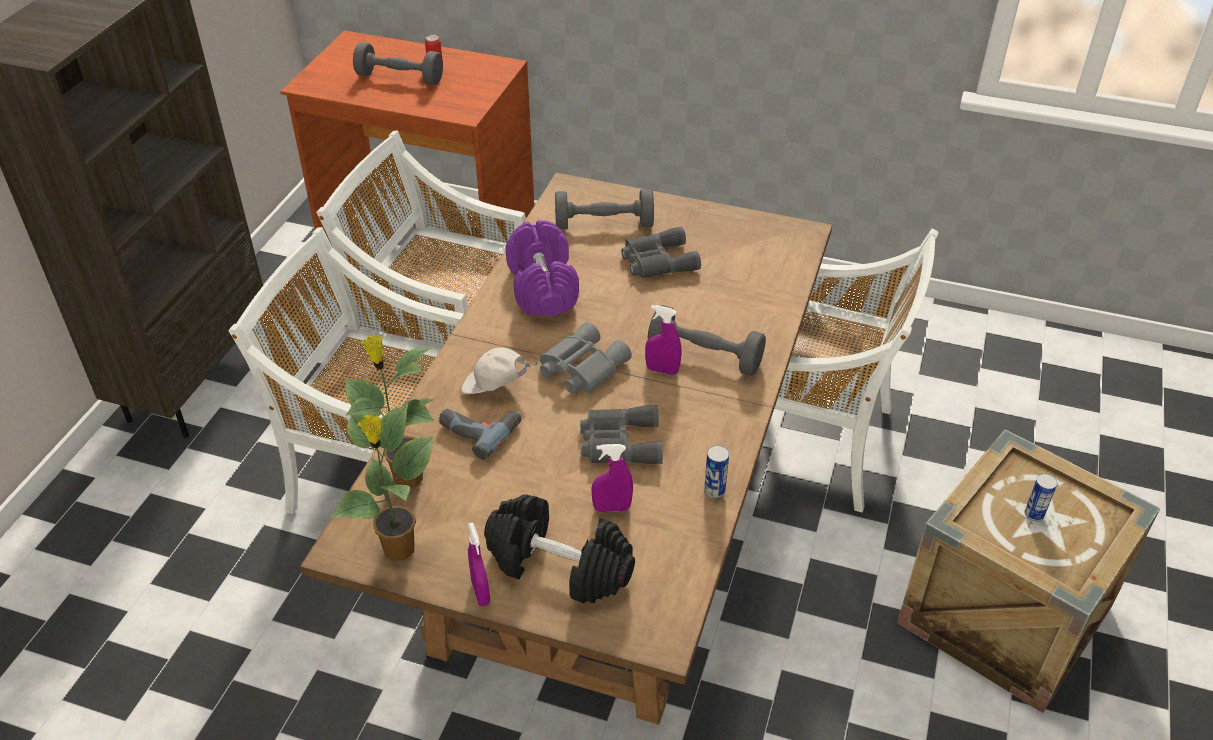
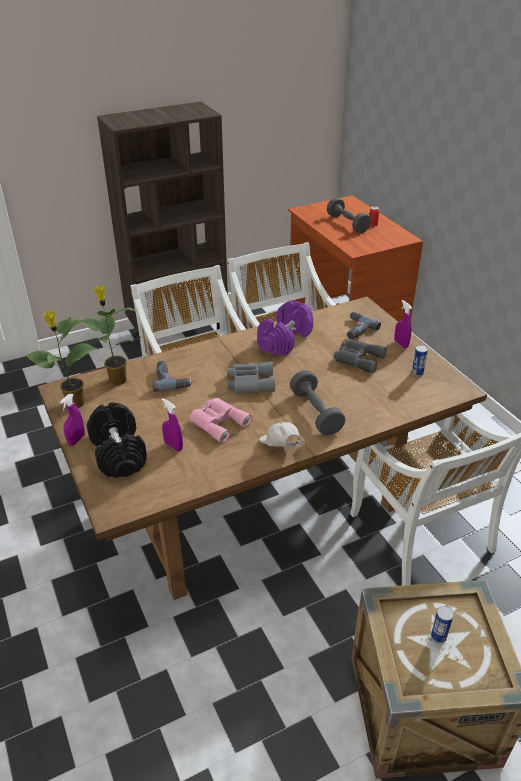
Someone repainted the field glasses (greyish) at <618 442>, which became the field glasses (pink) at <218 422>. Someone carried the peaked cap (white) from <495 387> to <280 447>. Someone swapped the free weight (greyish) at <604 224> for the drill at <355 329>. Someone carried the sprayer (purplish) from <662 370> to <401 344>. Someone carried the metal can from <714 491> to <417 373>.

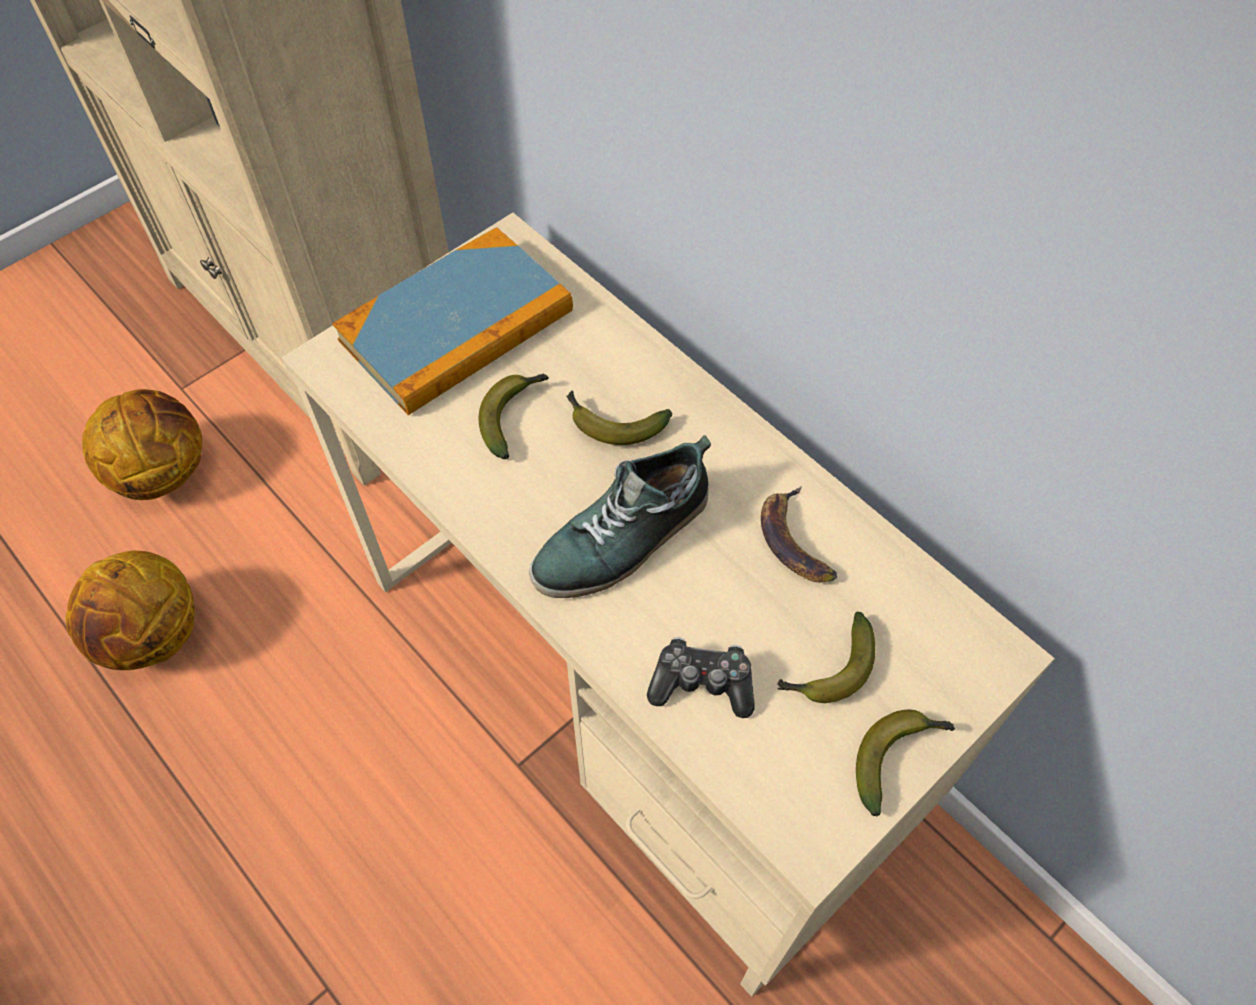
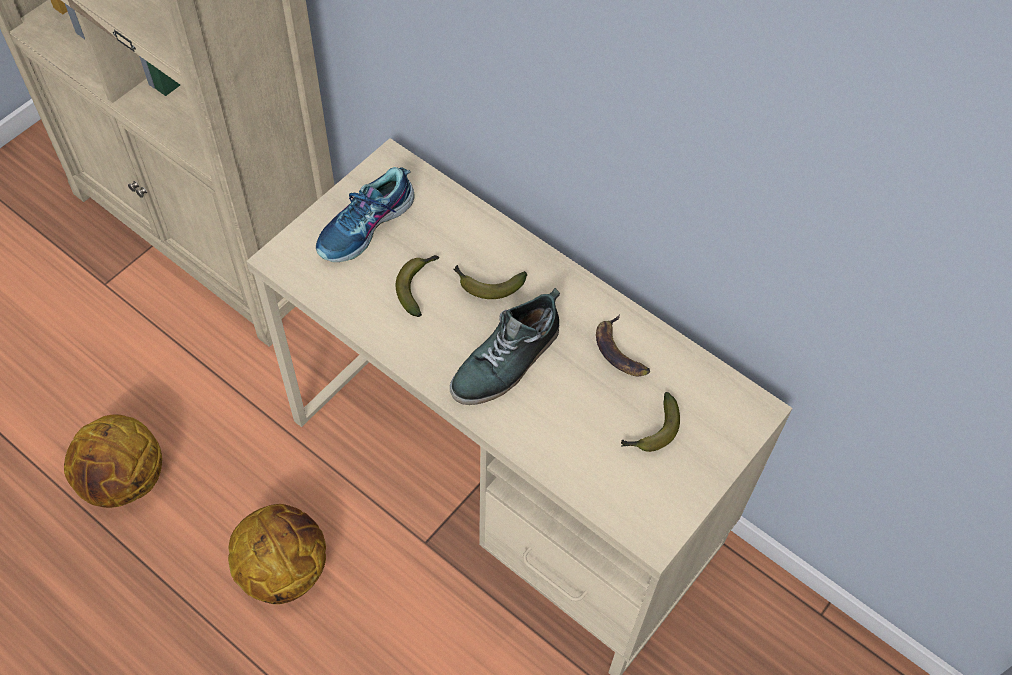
Someone carried the basketball ball from <163 471> to <283 568>. Someone swapped the book at <457 327> for the low shoe at <366 227>. Someone took away the gamepad at <702 683>. Someone took away the banana fruit at <898 757>.

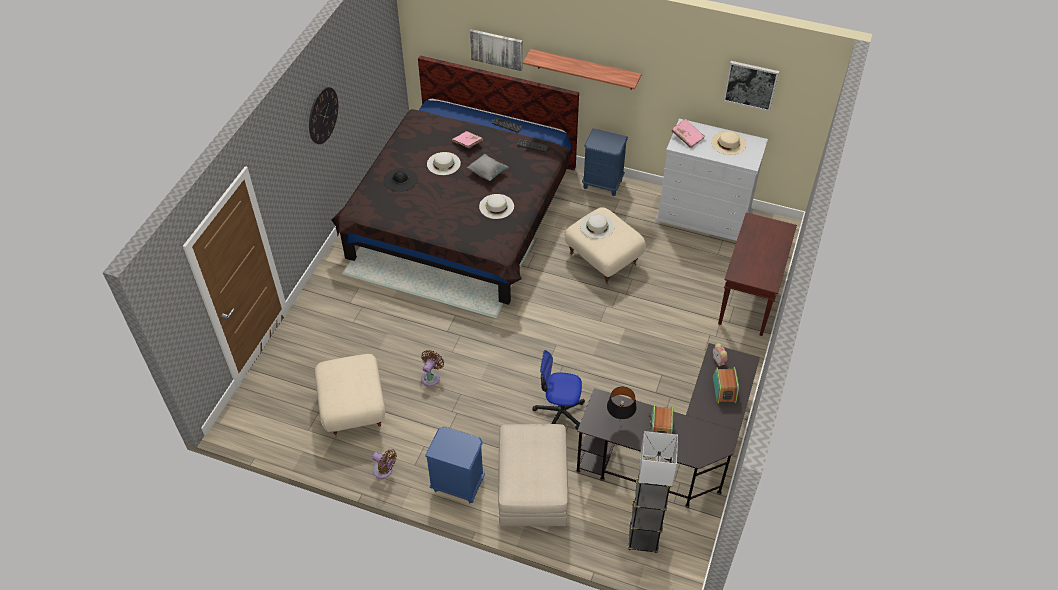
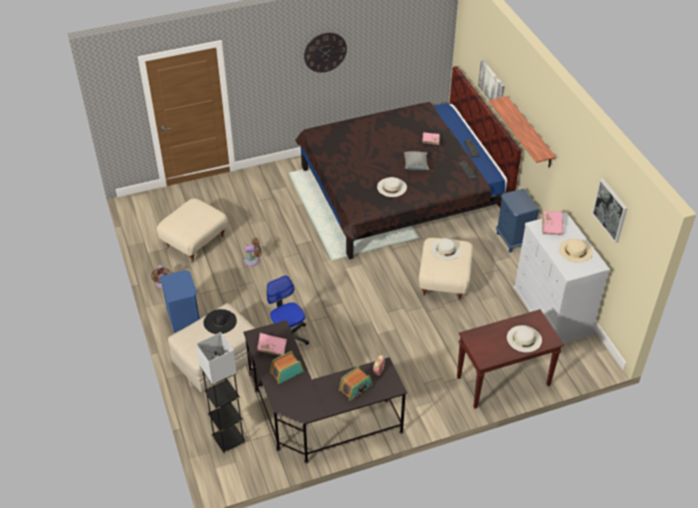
Someone carried the hat (black) from <400 180> to <220 322>. Someone swapped the lamp for a table (black) at <620 421> for the book (pink) at <271 348>. Someone carried the hat (white) from <443 163> to <524 338>.

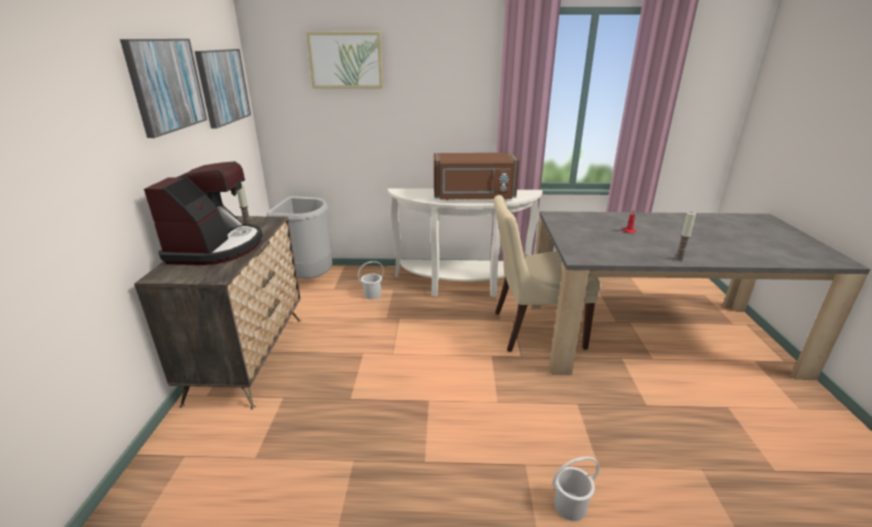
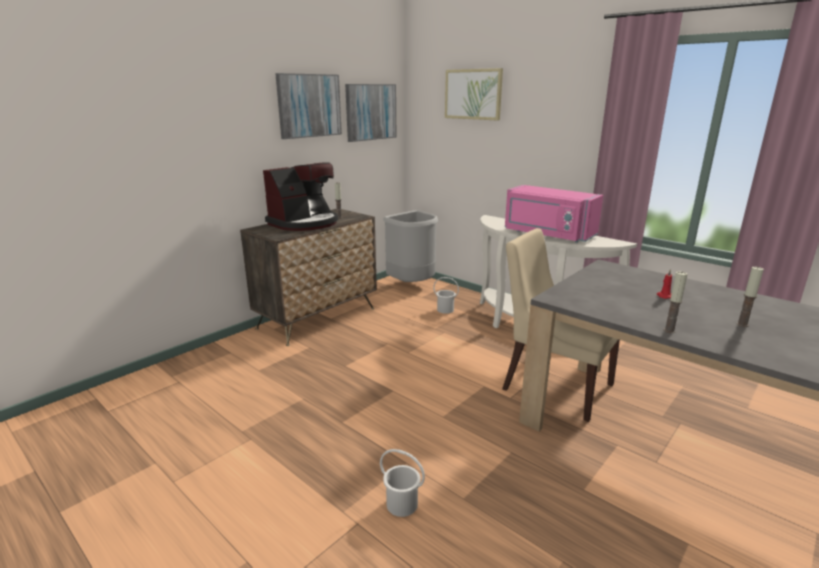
Someone repainted the microwave oven (brown-coloured) at <474 197>, which became the microwave oven (pink) at <547 234>. Someone put down the candle at <742 324>.

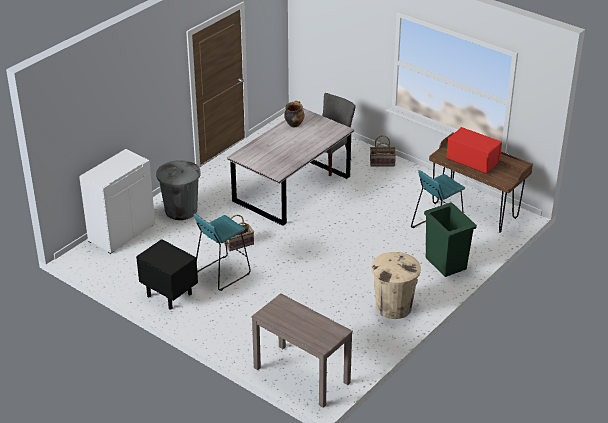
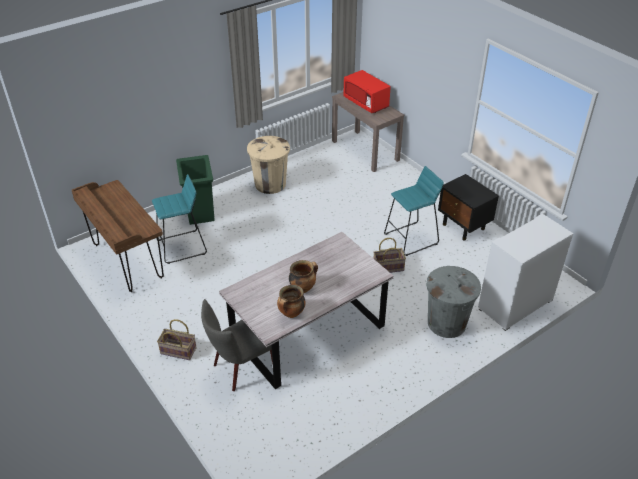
Someone put down the cooking pot at <303 288>. Someone carried the microwave oven (red) from <472 162> to <366 103>.

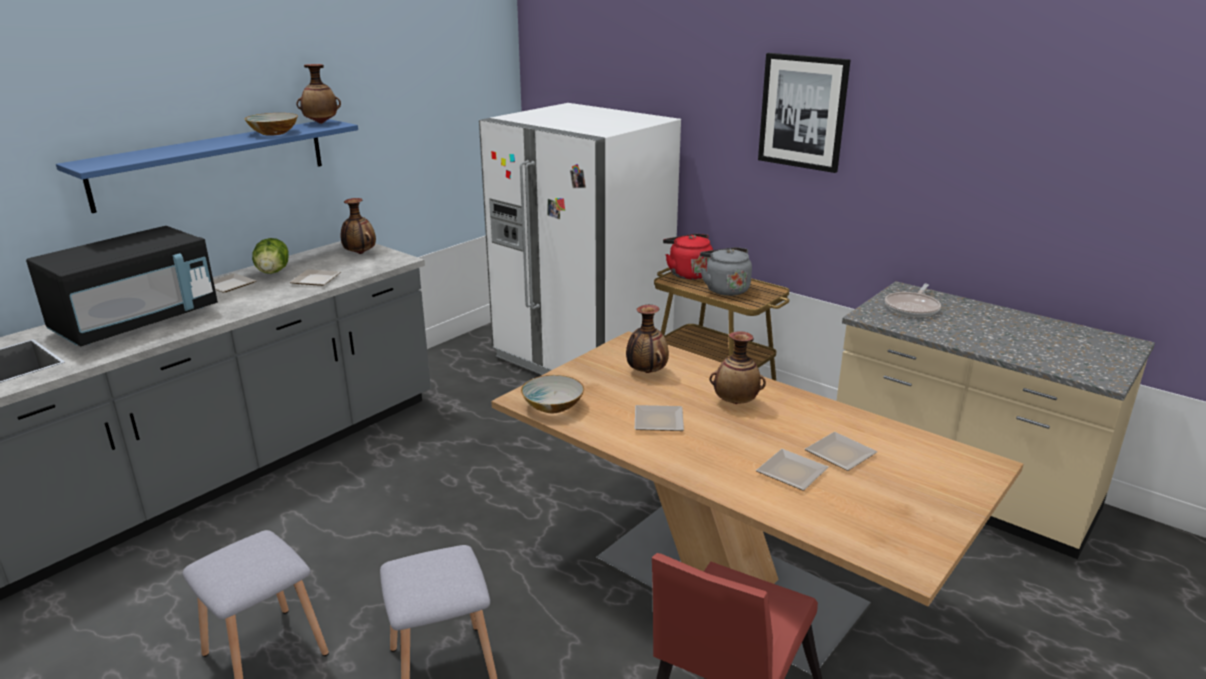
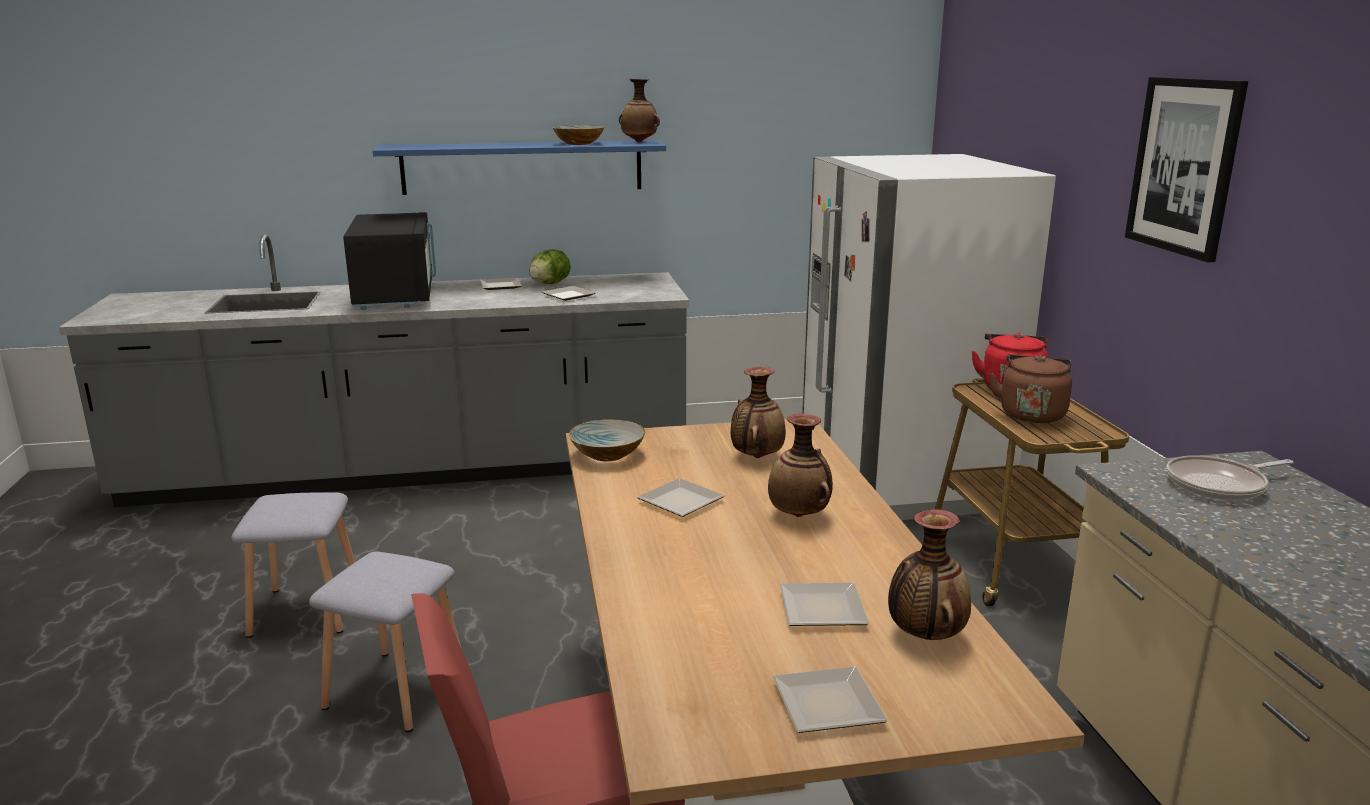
Someone rotated the microwave oven (black) at <137 322> by 90 degrees counterclockwise. Someone carried the dinner plate from <789 473> to <823 703>. Someone carried the decorative vase from <359 253> to <925 635>. Someone repainted the tea kettle (greyish) at <725 289>, which became the tea kettle (brown-coloured) at <1031 414>.

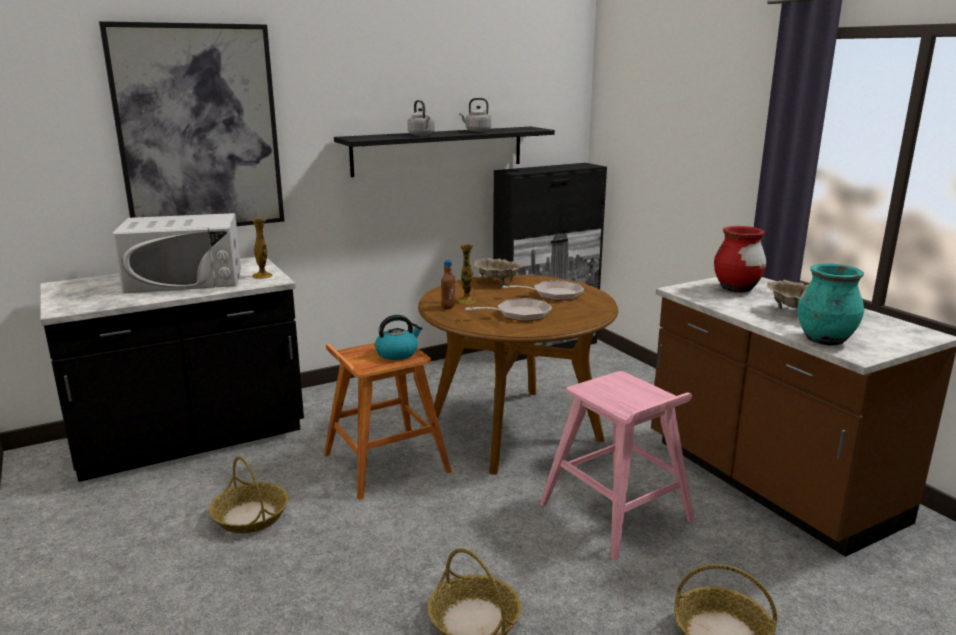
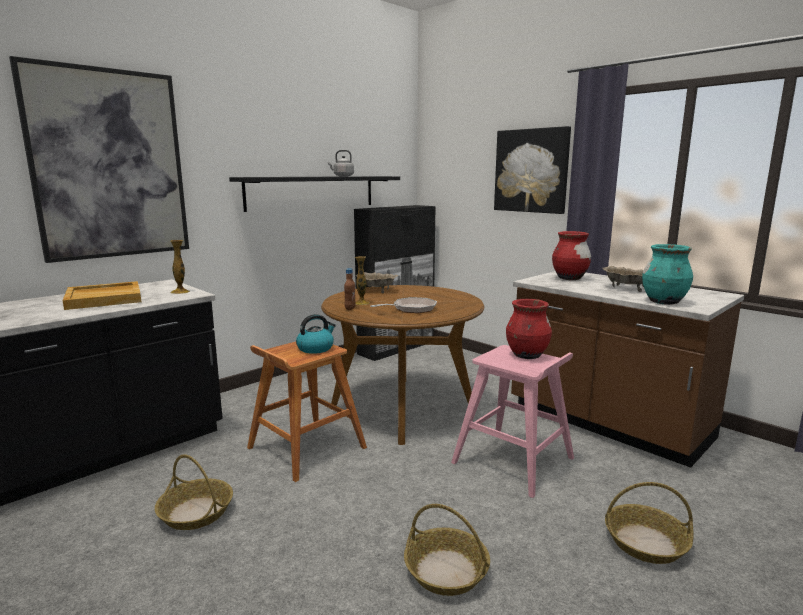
Someone swapped the microwave oven (white) at <185 279> for the carrying tray (sand-coloured) at <105 298>. Someone put up the wall art at <531 171>. Someone put down the decorative vase (red) at <527 355>. Someone took away the tea kettle (greyish) at <422 135>. Someone took away the frying pan at <553 295>.

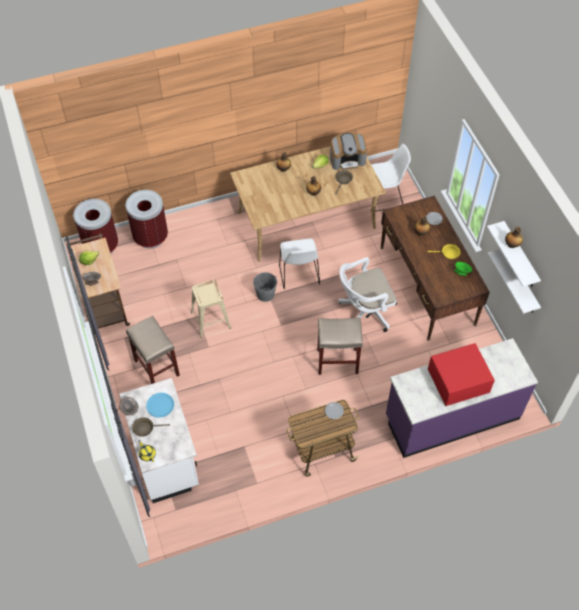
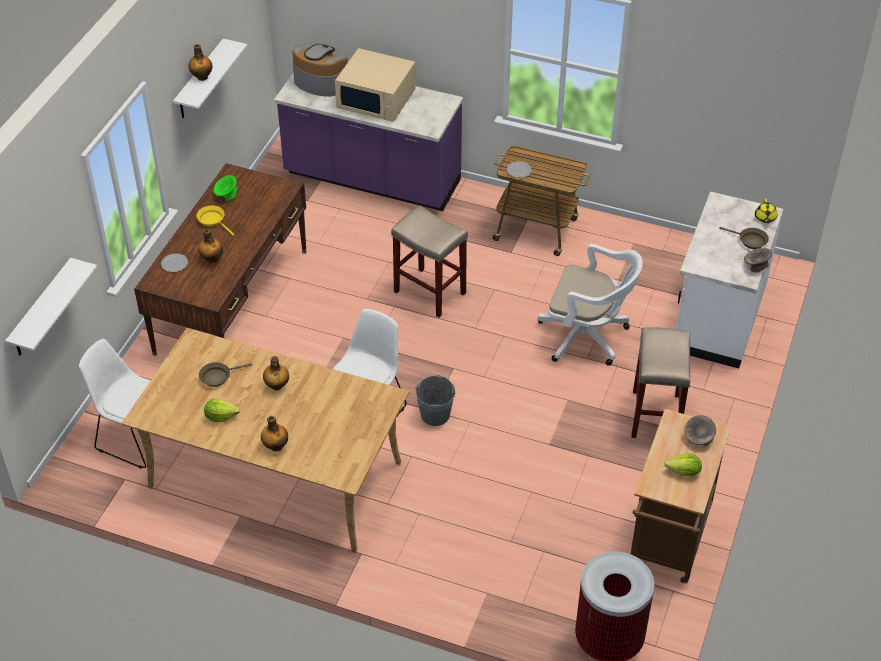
Someone carried the bracket shelf (white) from <520 282> to <41 309>. Someone carried the coffee brewer from <347 159> to <320 82>. Someone repainted the microwave oven (red) at <457 381>, which became the microwave oven (sand-coloured) at <377 99>. Someone carried the desk chair (white) from <364 312> to <588 337>. Someone took away the rubbish bin at <150 237>. Someone took away the dinner plate (blue) at <160 405>. Someone took away the sitting stool (sand-coloured) at <210 320>.

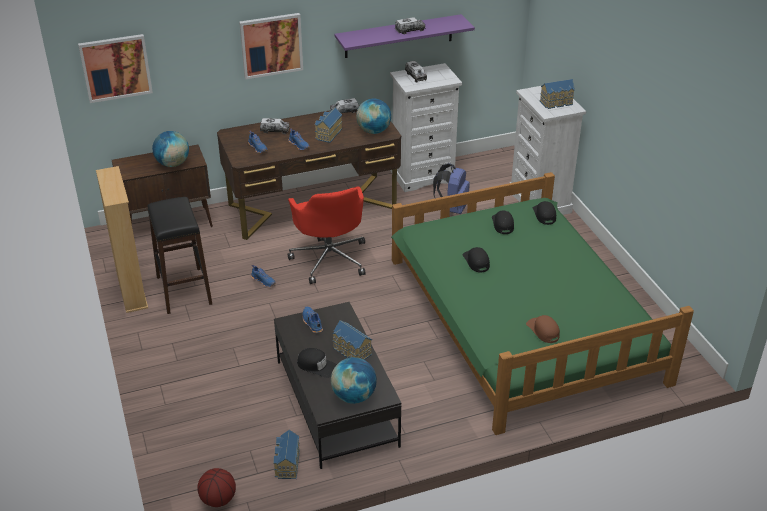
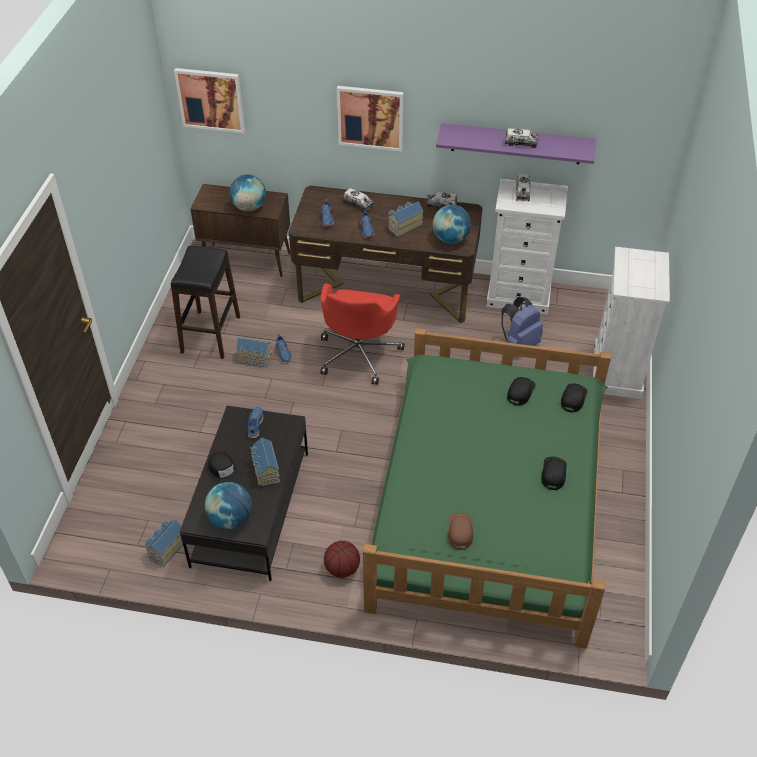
Someone carried the model house from <557 103> to <255 359>. Someone carried the basketball ball from <218 499> to <342 568>. Someone carried the peaked cap (black) from <476 262> to <553 473>. Someone took away the bookcase (sand-coloured) at <132 291>.

